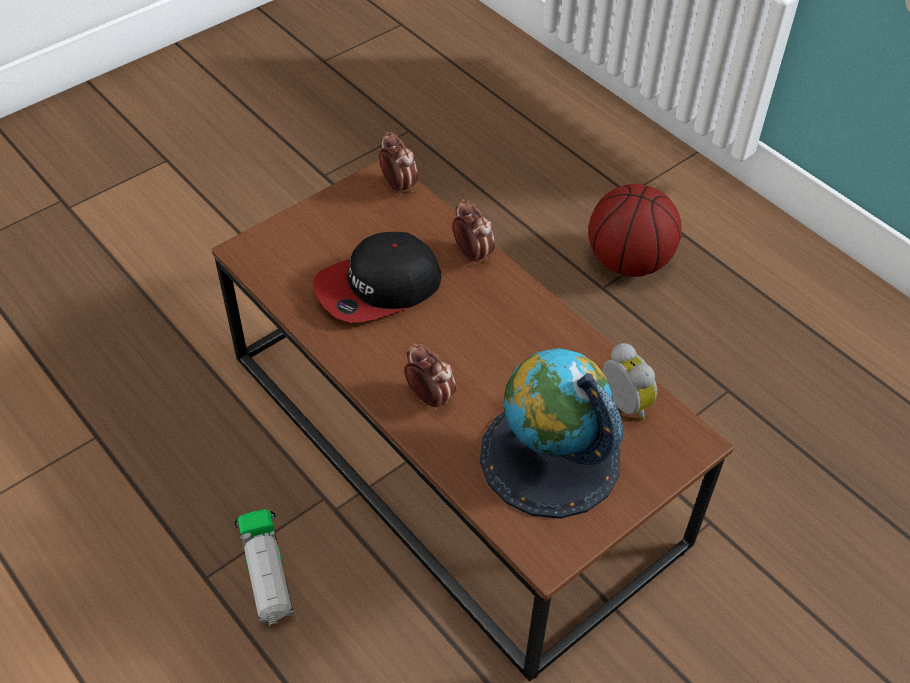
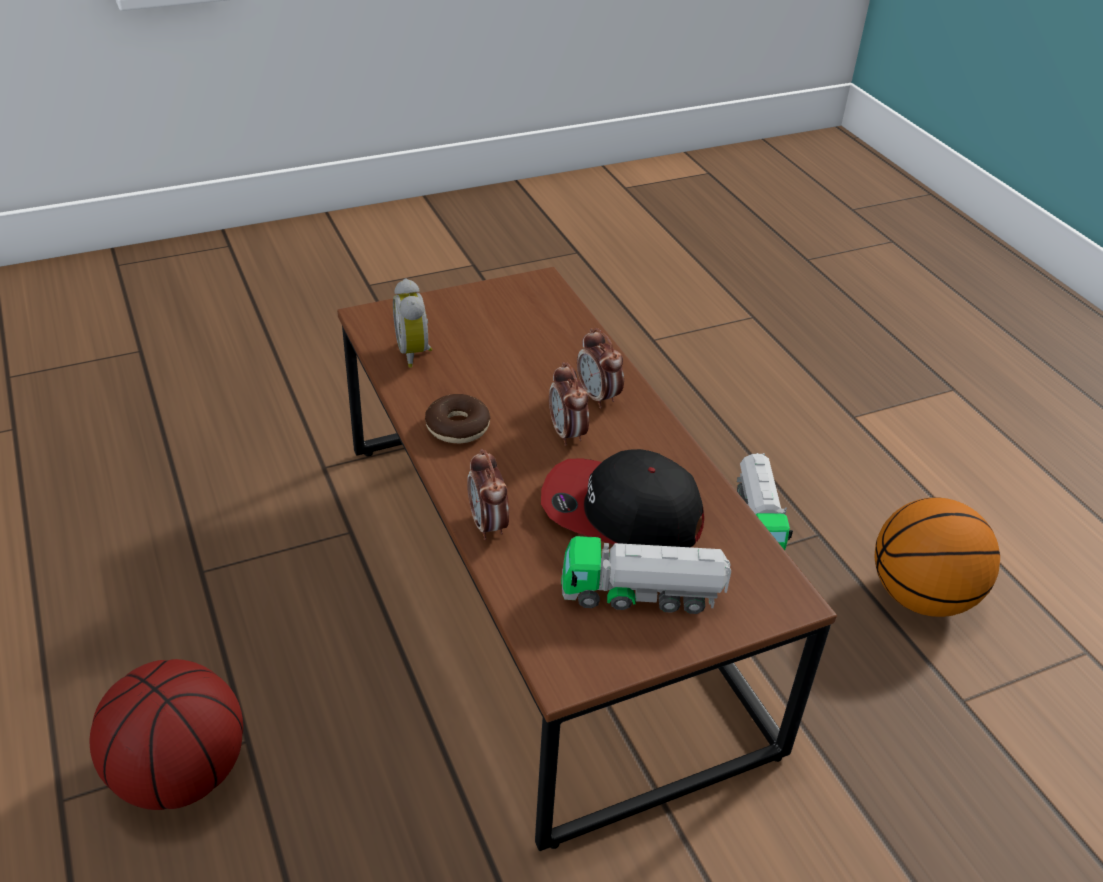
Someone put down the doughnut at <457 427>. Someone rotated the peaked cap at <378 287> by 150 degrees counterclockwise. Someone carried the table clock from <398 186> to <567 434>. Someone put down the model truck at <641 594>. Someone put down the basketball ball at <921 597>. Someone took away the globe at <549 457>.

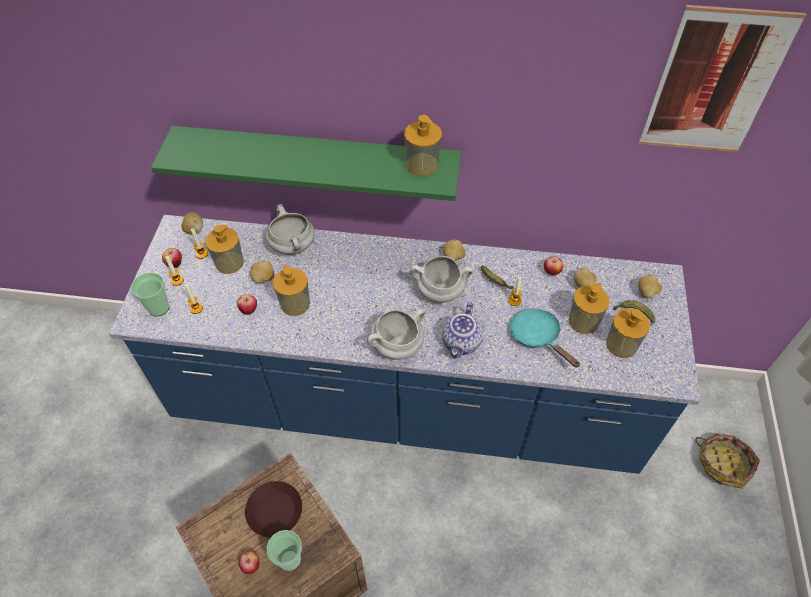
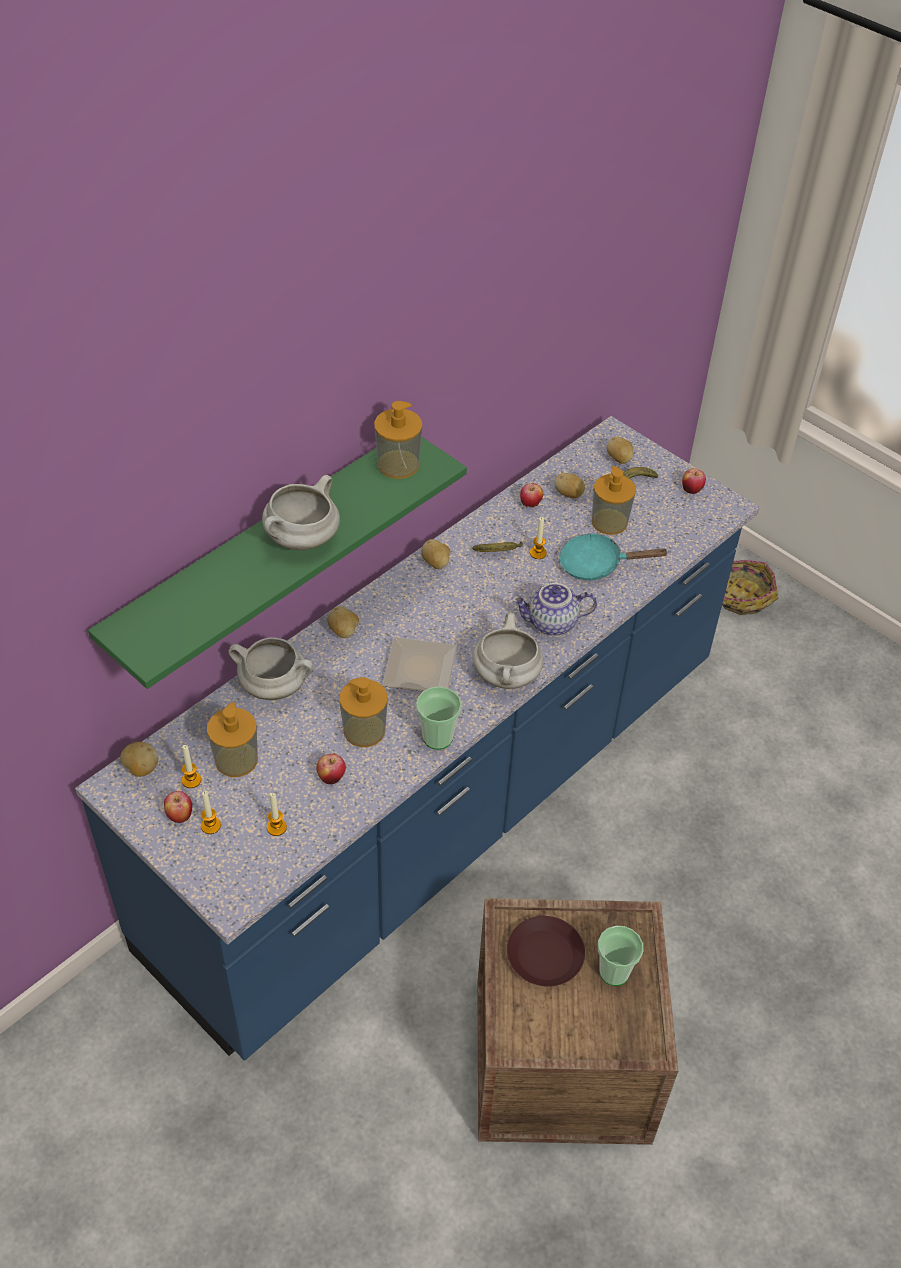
Someone carried the cooking pot (white) from <439 291> to <302 540>. Someone carried the spud from <264 279> to <344 631>. Someone put down the dinner plate at <417 670>. Someone carried the small cup from <158 308> to <437 737>. Someone rotated the tea pot at <462 343> by 120 degrees clockwise. Someone carried the apple from <251 566> to <691 490>. Someone took away the soap dispenser at <621 344>. Someone took away the wall art at <713 83>.

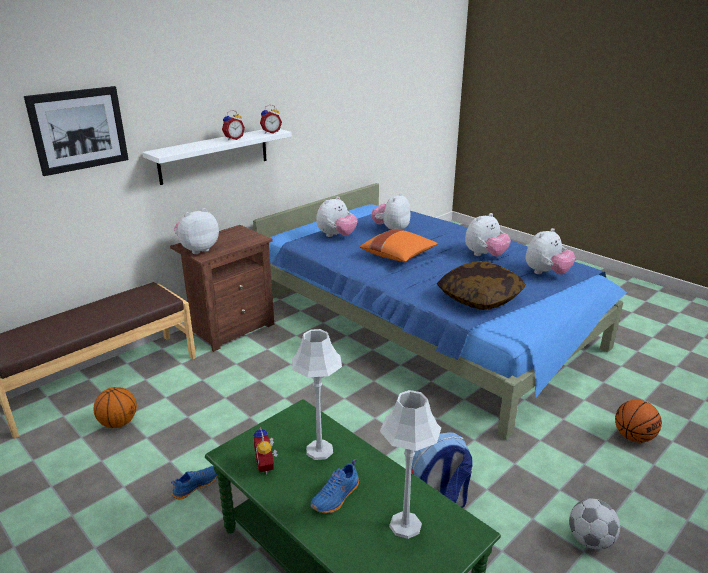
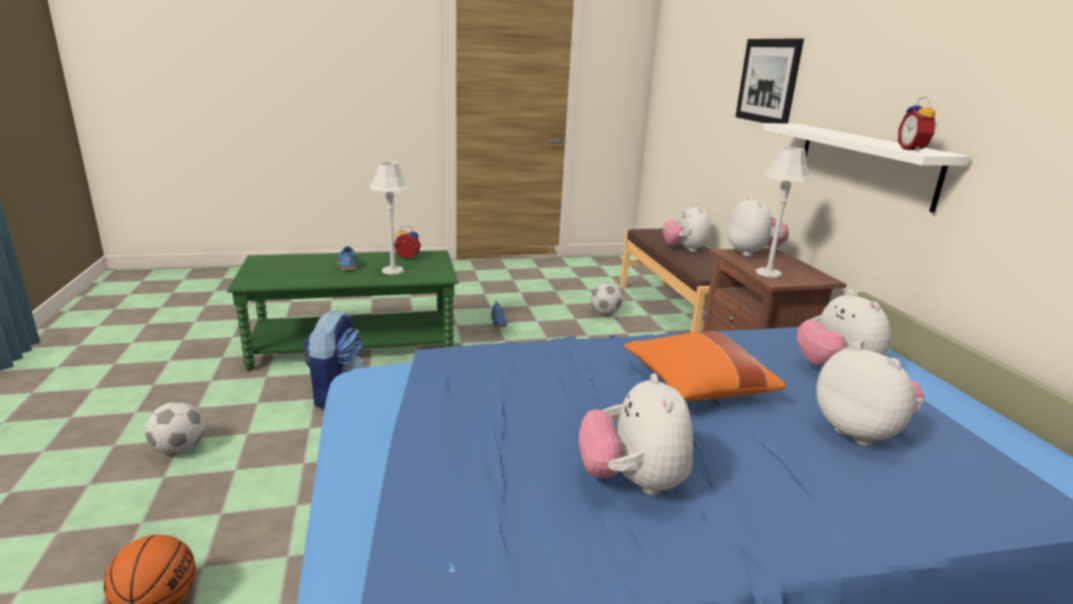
Someone swapped the basketball ball at <119 423> for the football ball at <605 313>. Someone carried the soft toy from <546 273> to <684 249>. Someone carried the lamp for a table (greyish) from <405 525> to <768 273>. Someone took away the table clock at <233 139>. Someone took away the throw pillow at <479 297>.

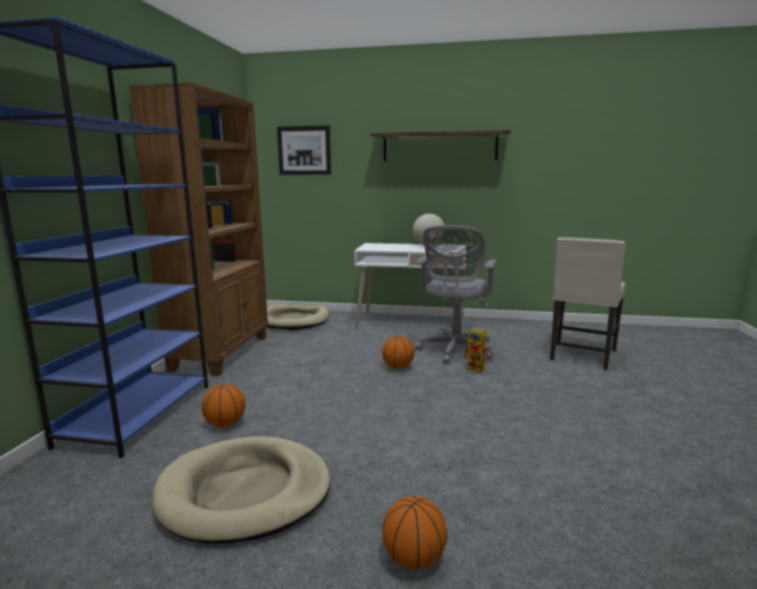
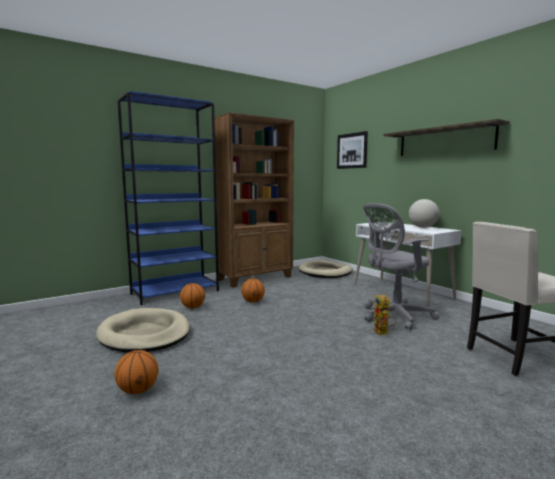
Someone carried the basketball ball from <398 367> to <253 301>.

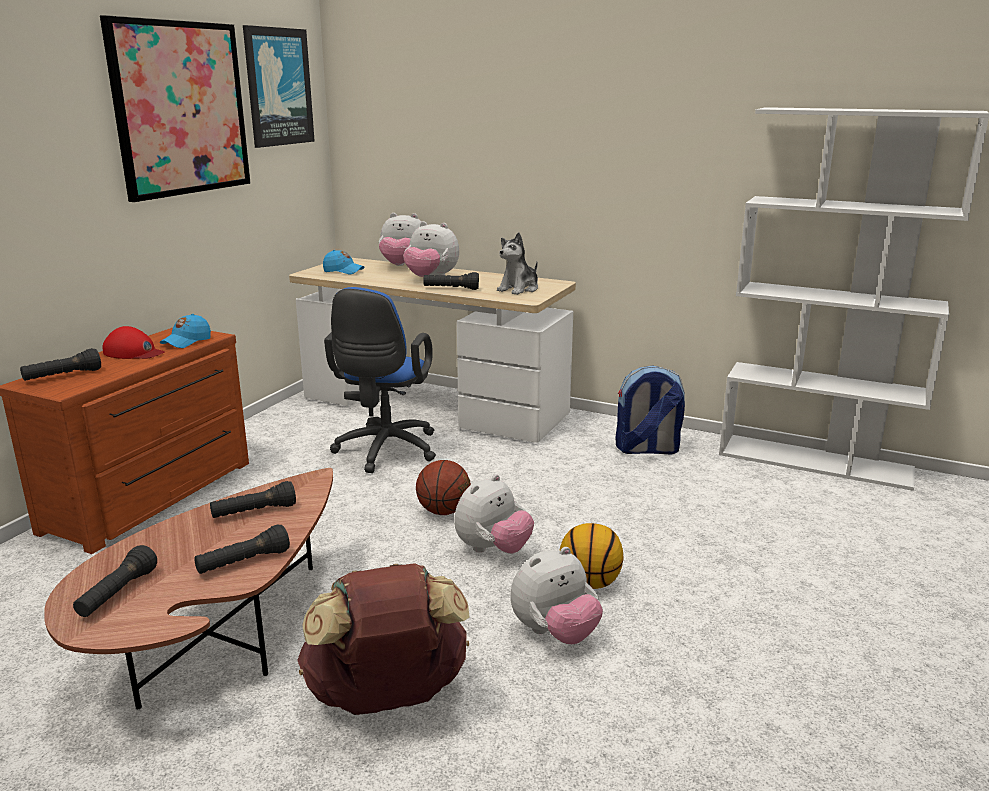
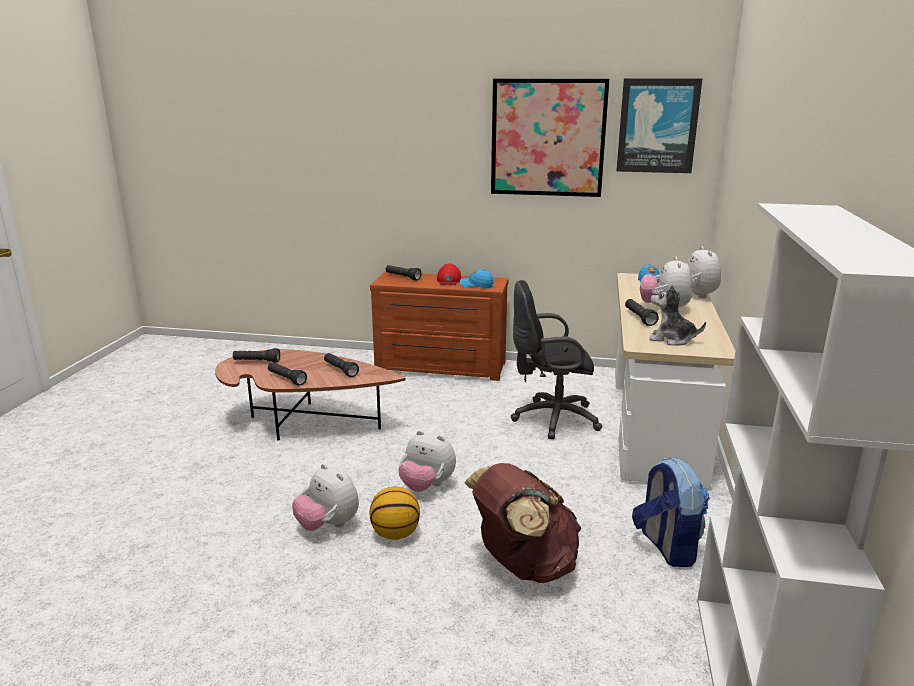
Someone carried the rucksack (brown-coloured) from <387 698> to <523 565>. Someone repainted the desk chair (blue) at <384 452>, which became the desk chair (black) at <551 419>. Someone took away the basketball ball at <444 511>.

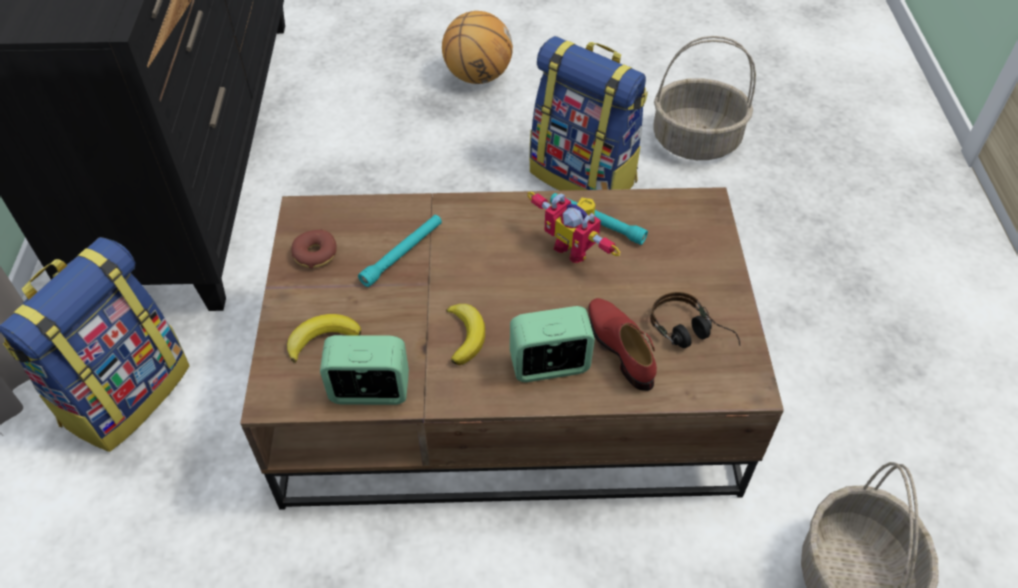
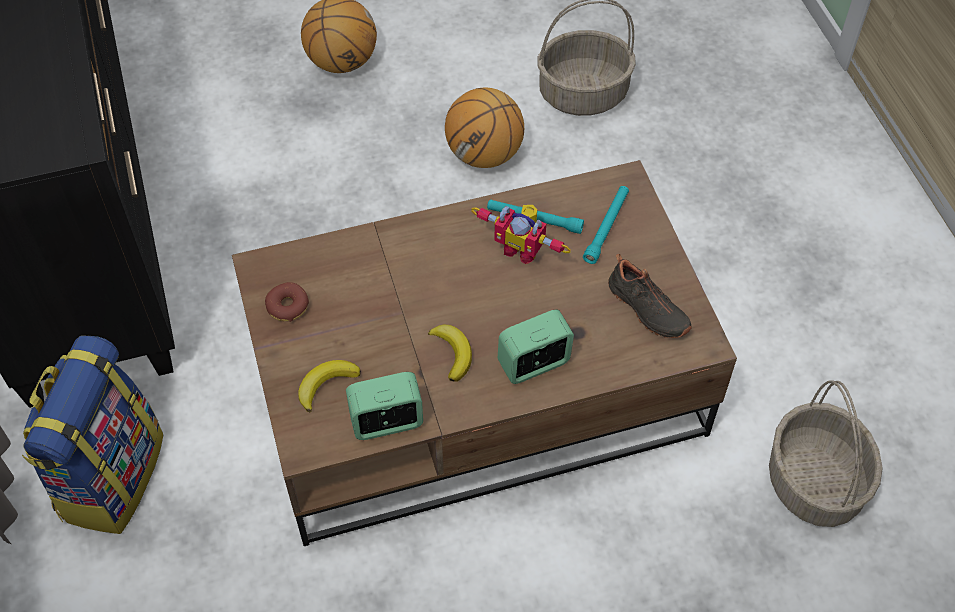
Someone swapped the rucksack at <584 176> for the basketball ball at <484 154>. Someone carried the flashlight (turquoise-coloured) from <402 254> to <606 227>. Someone swapped the headset at <691 336> for the low shoe (black) at <646 310>. Someone took away the low shoe (red) at <620 347>.

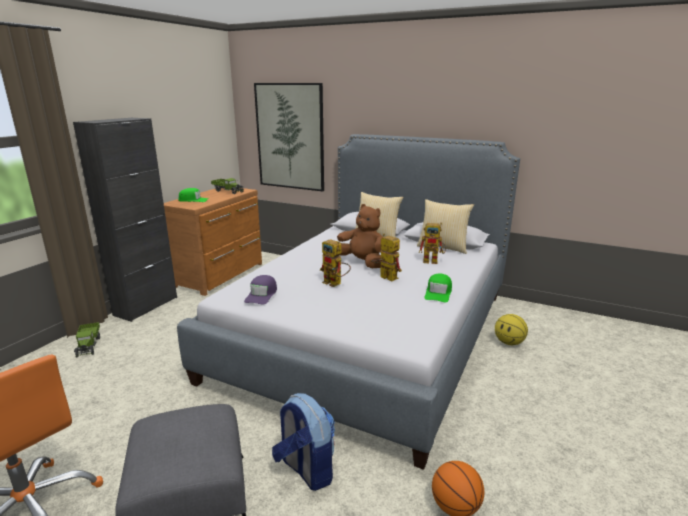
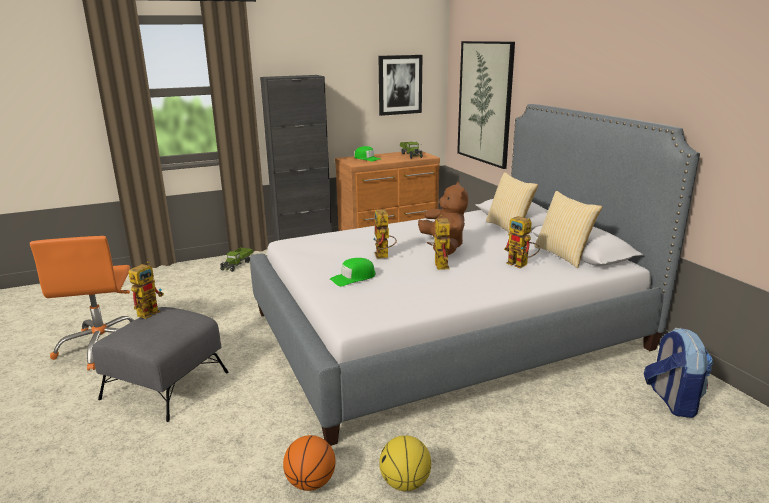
Someone put down the model robot at <150 311>. Someone carried the peaked cap (green-coloured) from <438 293> to <353 278>. Someone put up the wall art at <400 85>. Someone carried the basketball ball from <509 343> to <405 483>. Someone carried the rucksack from <305 469> to <672 401>. Someone took away the peaked cap (purplish) at <262 295>.

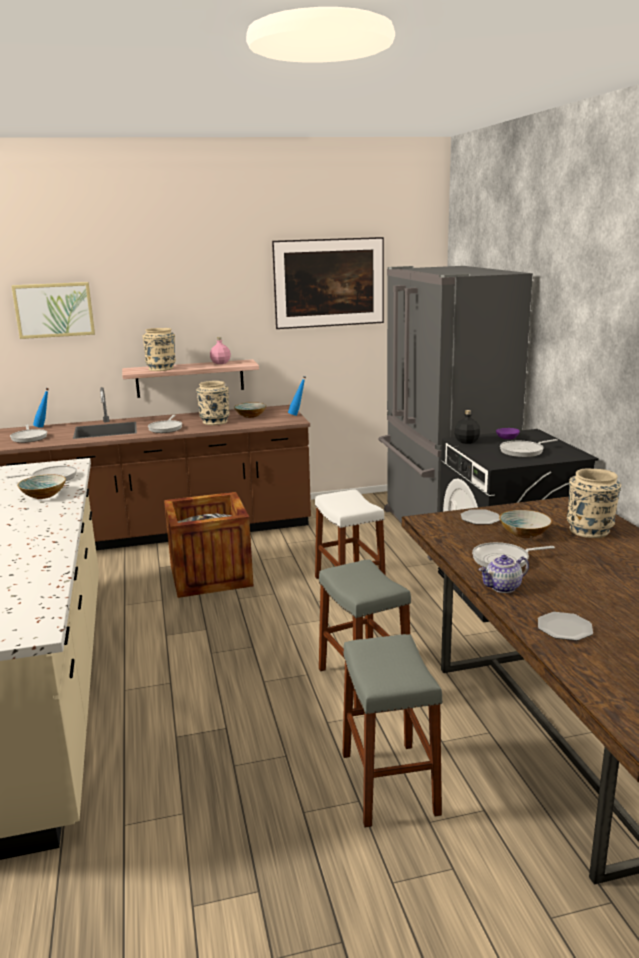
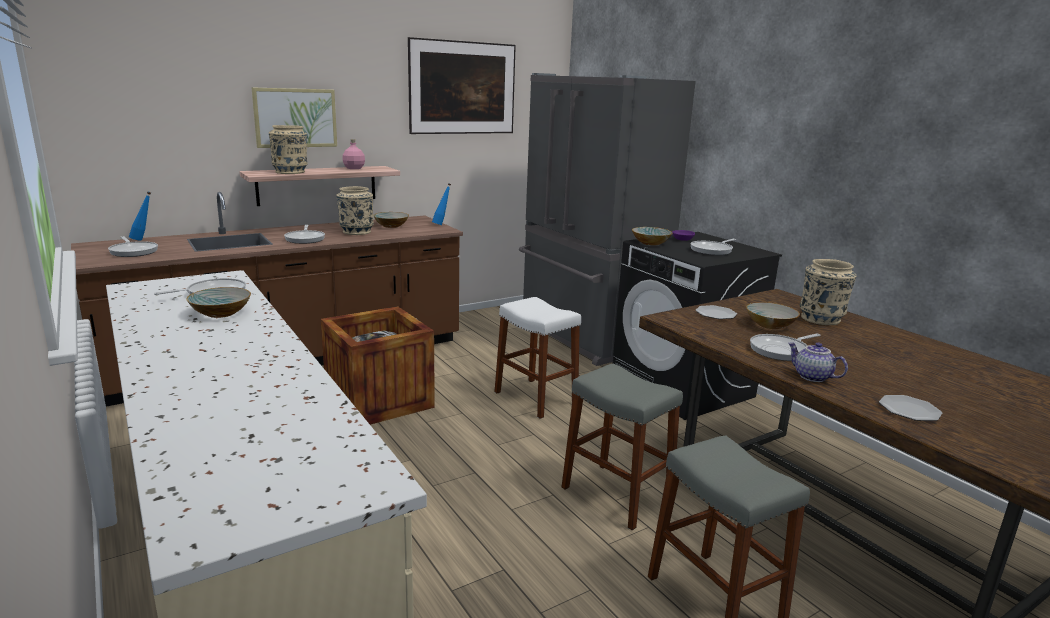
Someone carried the wall art from <54 310> to <295 118>. Someone swapped the bottle (black) at <467 441> for the deep dish at <651 243>. Someone rotated the tea pot at <503 588> by 90 degrees clockwise.

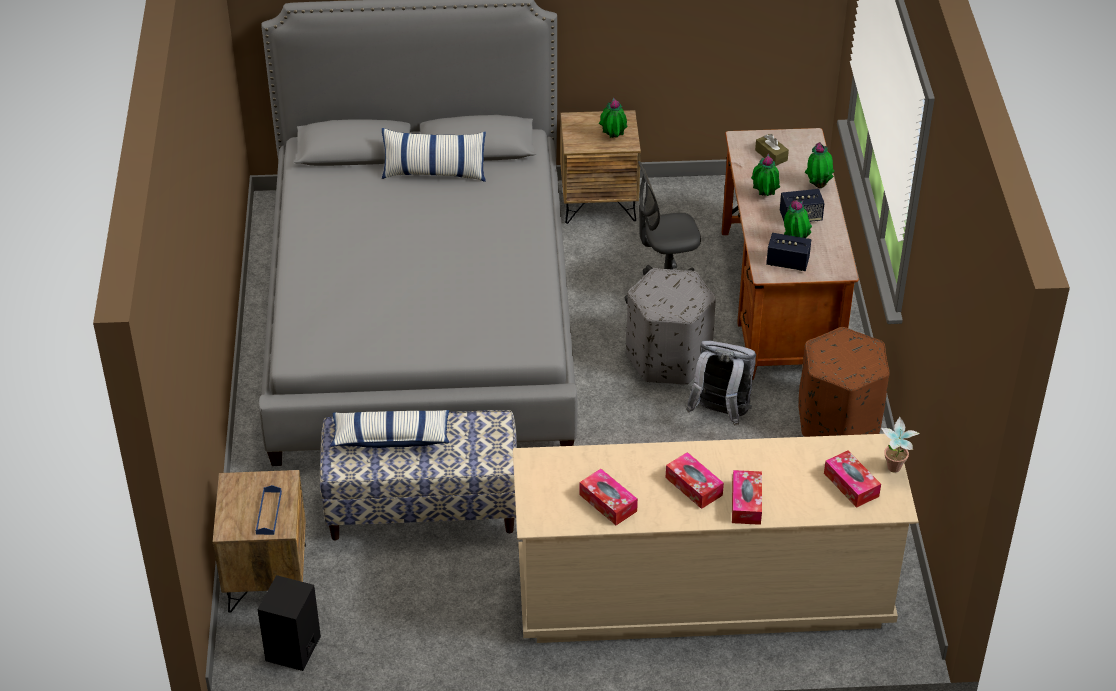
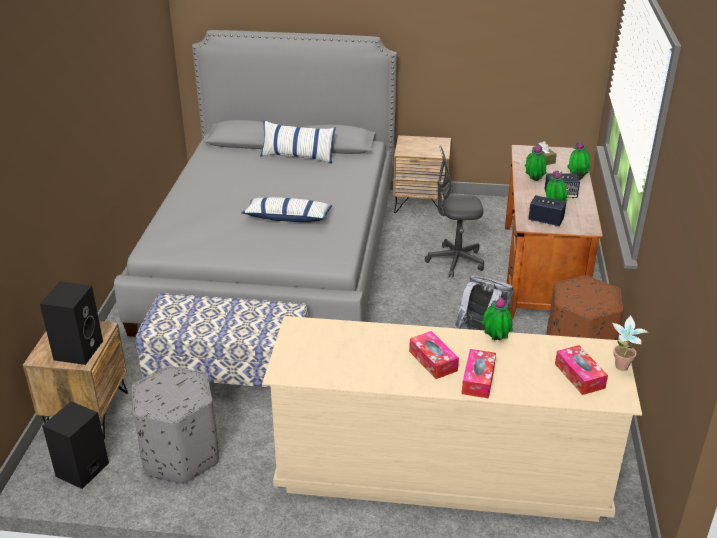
Someone swapped the carrying tray (blue) at <269 513> for the audio speaker (black) at <78 349>. Someone carried the footrest (greyish) from <669 358> to <181 455>. Someone carried the throw pillow from <391 438> to <288 218>. Someone carried the potted plant from <612 138> to <495 341>. Someone took away the tissue holder at <608 503>.

